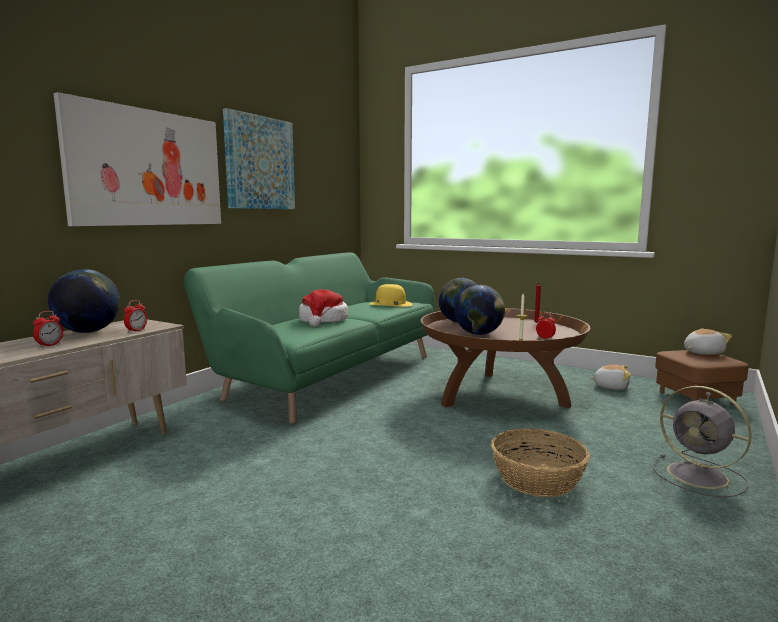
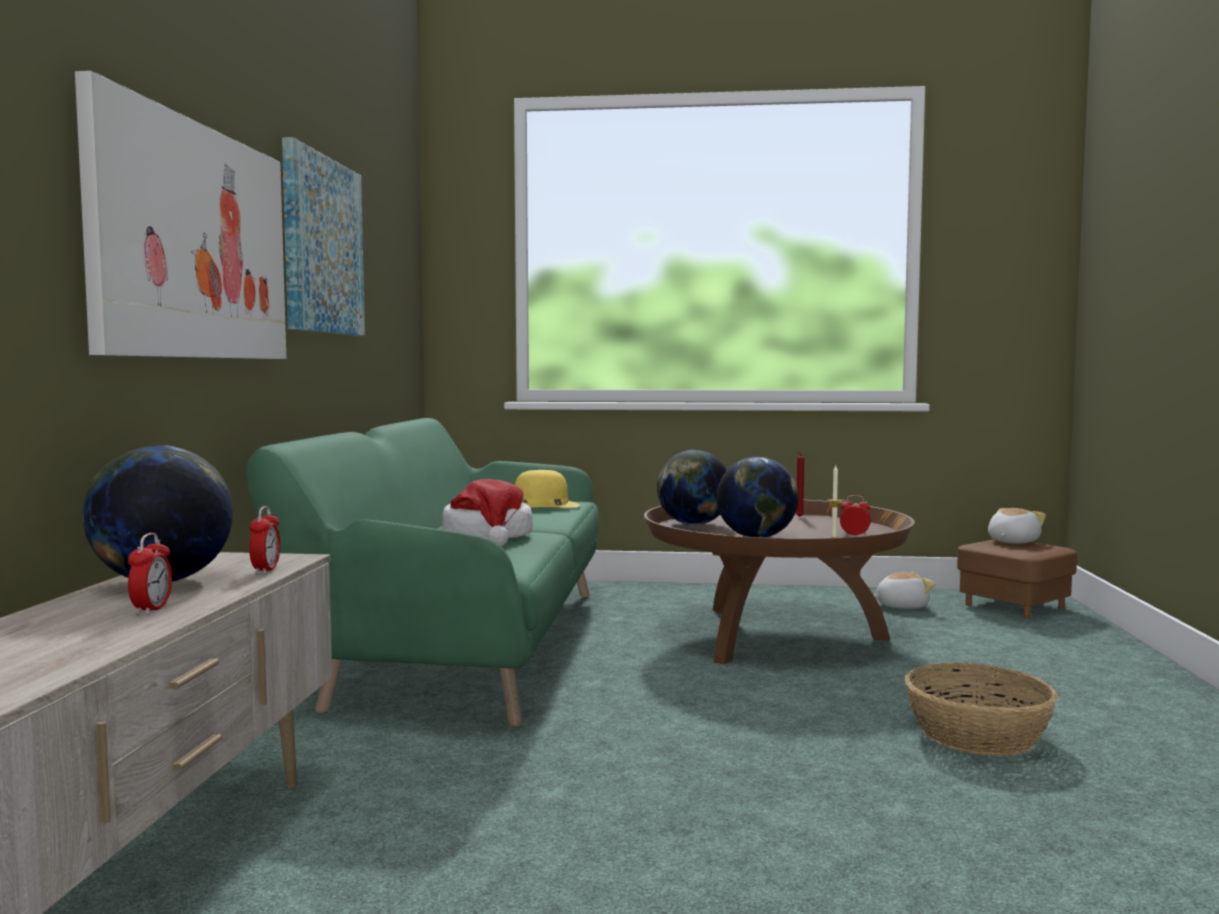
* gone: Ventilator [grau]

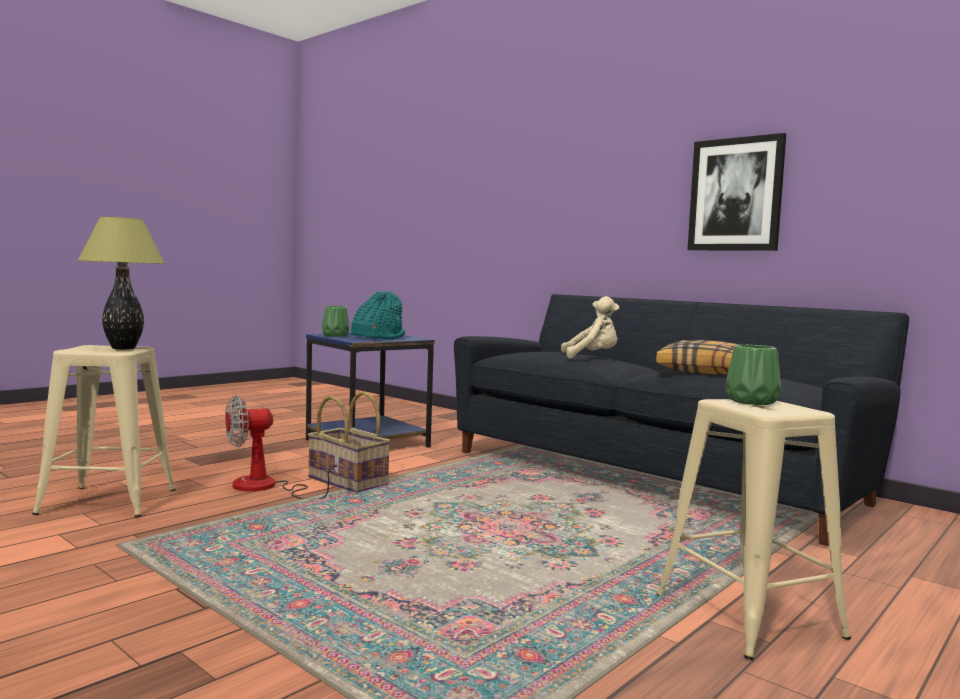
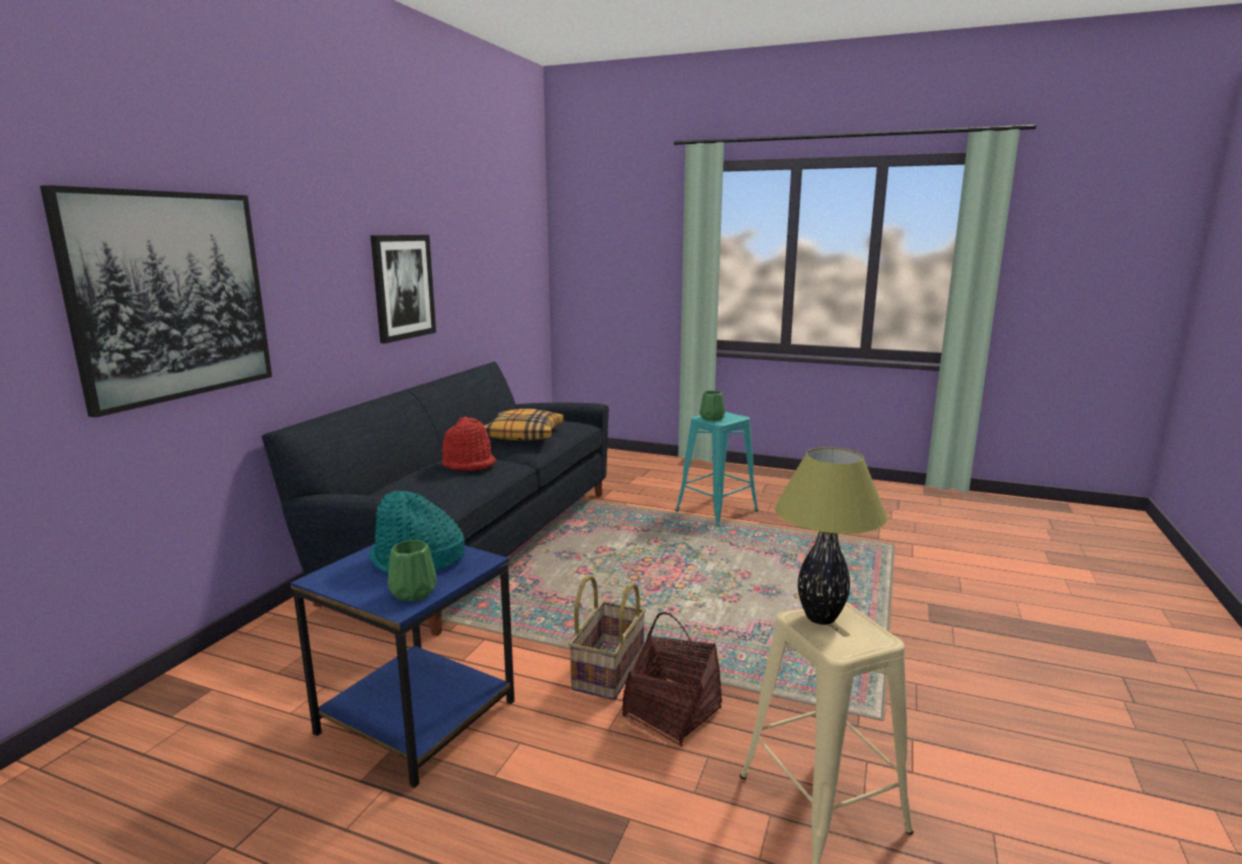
* swapped: Ventilator to Korb (no. 2 from left)
* swapped: Plüschtier [beige] to Hut [rot]
* repainted: Hocker [beige] (no. 2 from left) to Hocker [türkis]
* new: Bild (no. 1 from left)

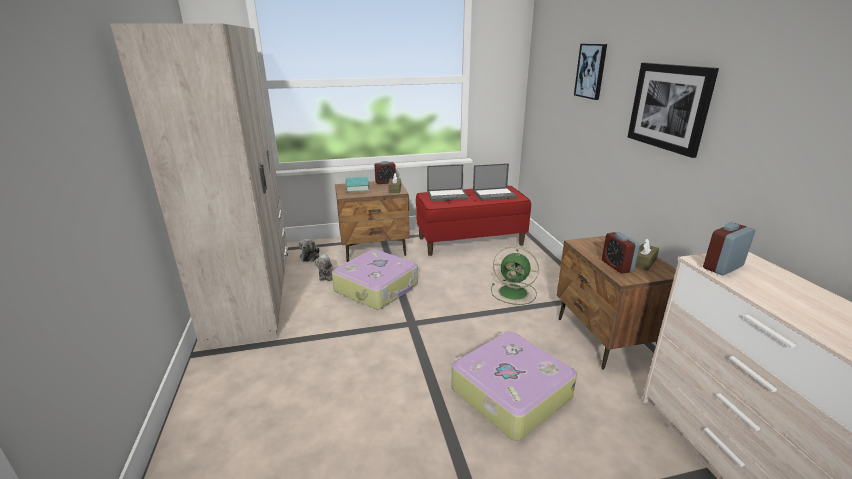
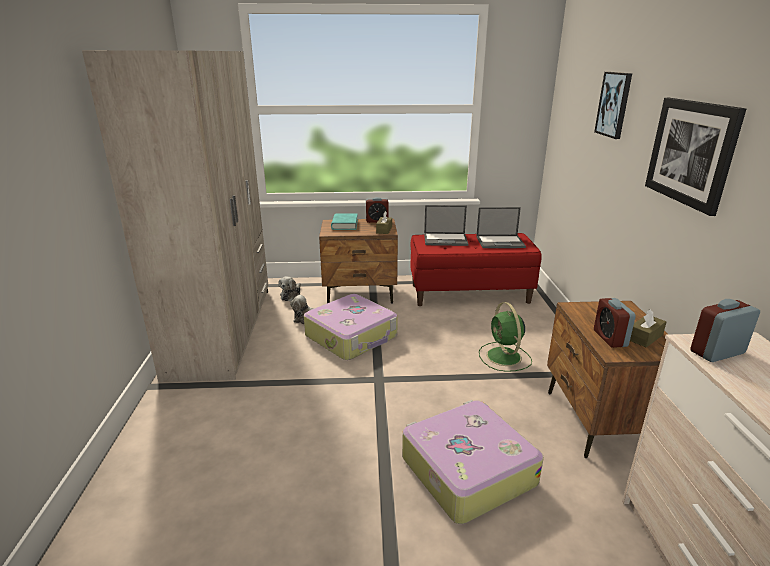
* rotated: Ventilator [grün] 45 degrees clockwise

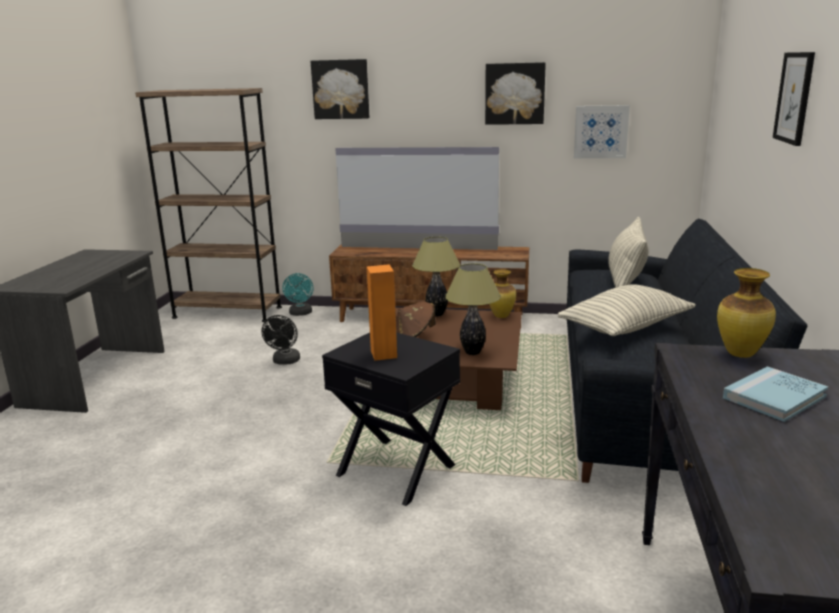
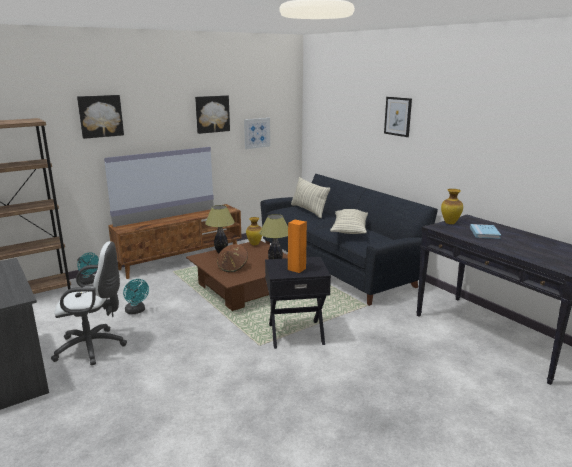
* repainted: Ventilator [schwarz] to Ventilator [türkis] (no. 2 from left)
* new: Bürostuhl [weiß]

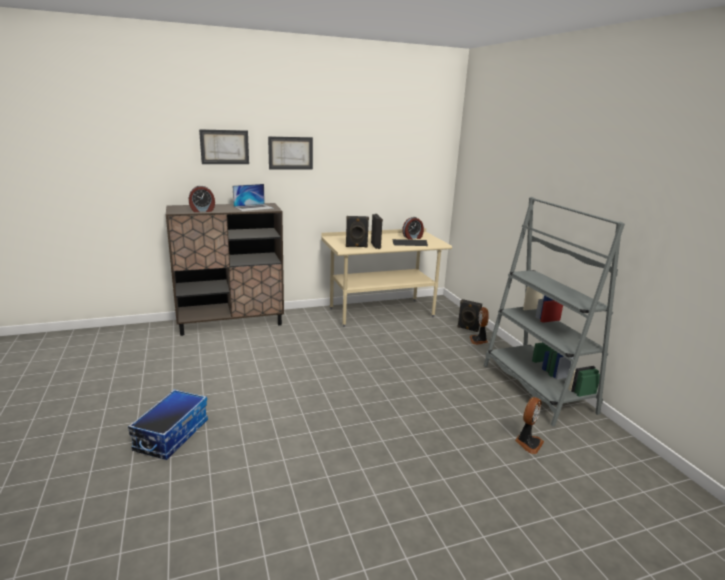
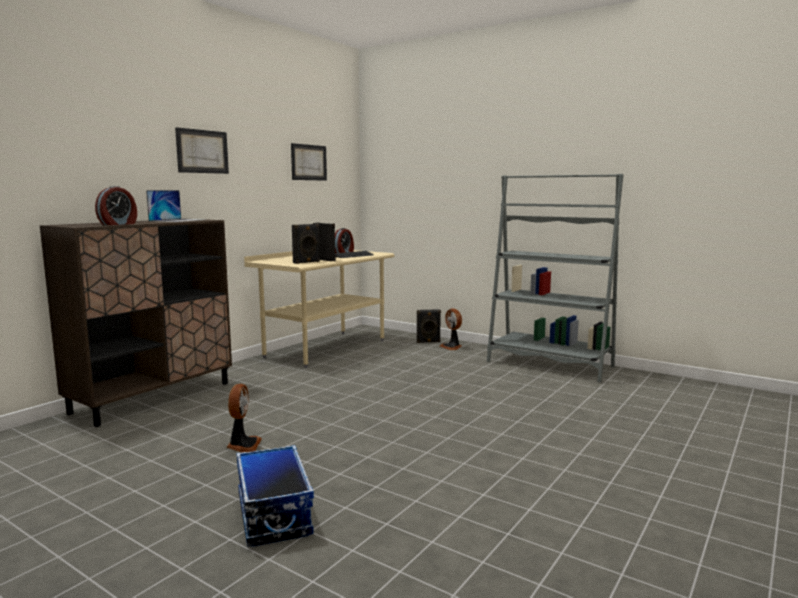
* shifted: Bild (no. 1 from left in the first image) to Bild (no. 2 from left)
* shifted: Ventilator (no. 2 from left in the first image) to Ventilator (no. 1 from left)

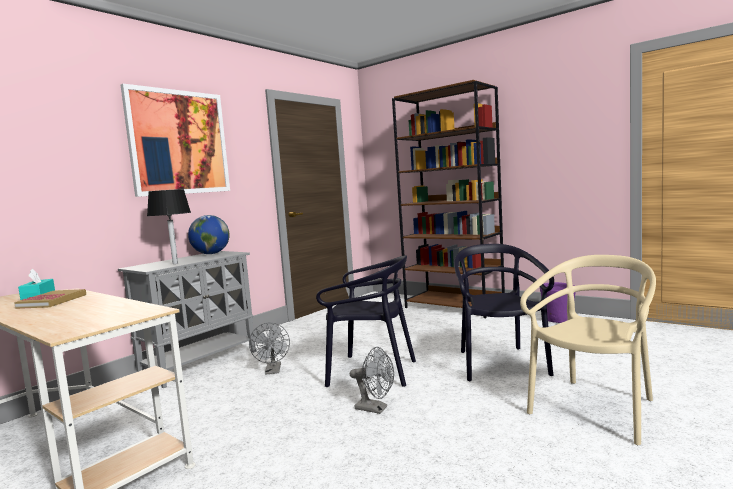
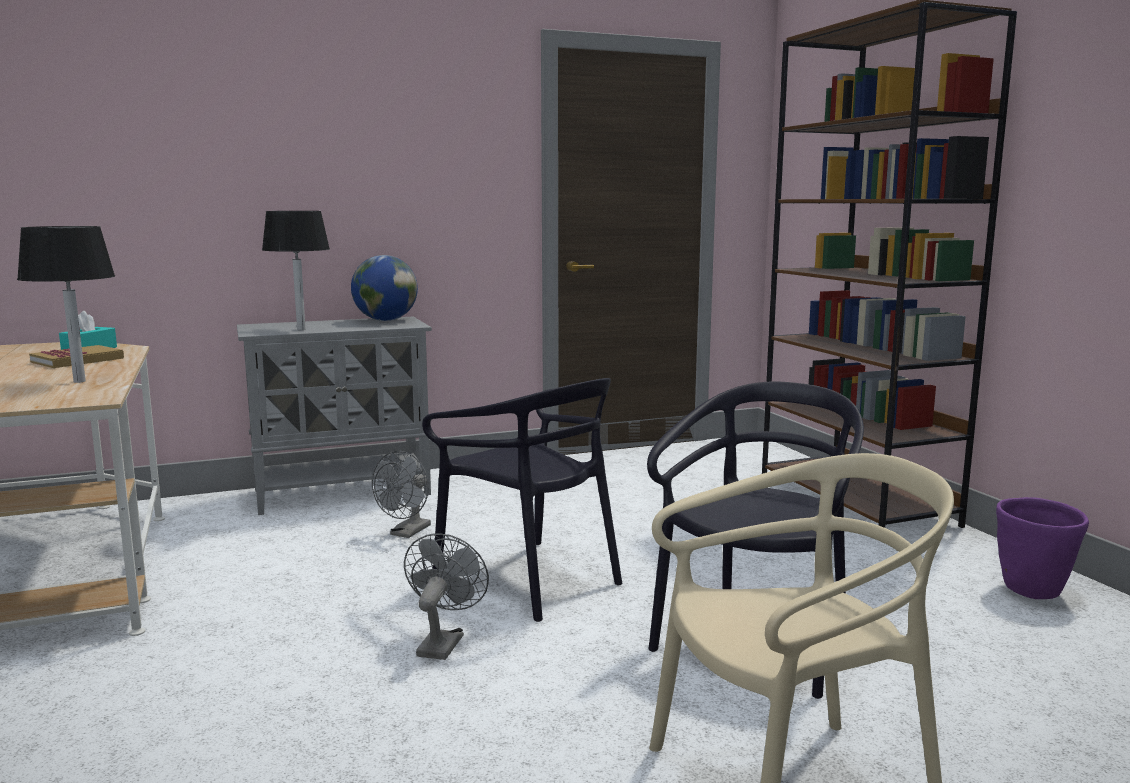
* gone: Bild
* rotated: Ventilator [grau] (no. 2 from left) 135 degrees counterclockwise
* new: Tischlampe [schwarz] (no. 1 from left)

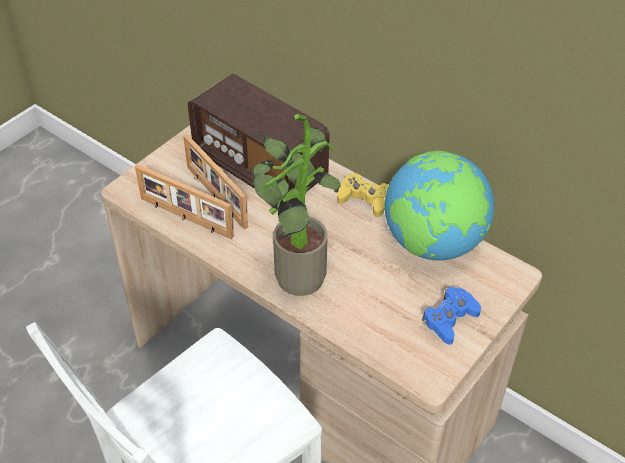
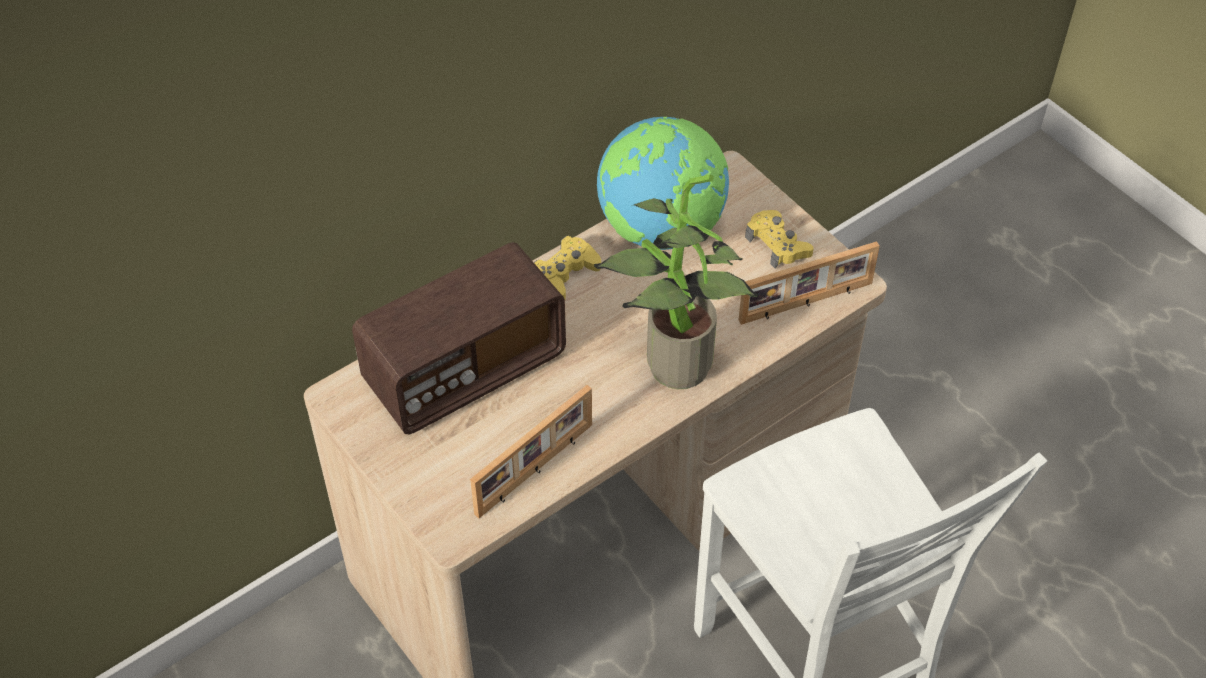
* shifted: Bilderrahmen (no. 2 from left)
* repainted: Gamepad [blau] to Gamepad [gelb] (no. 2 from left)

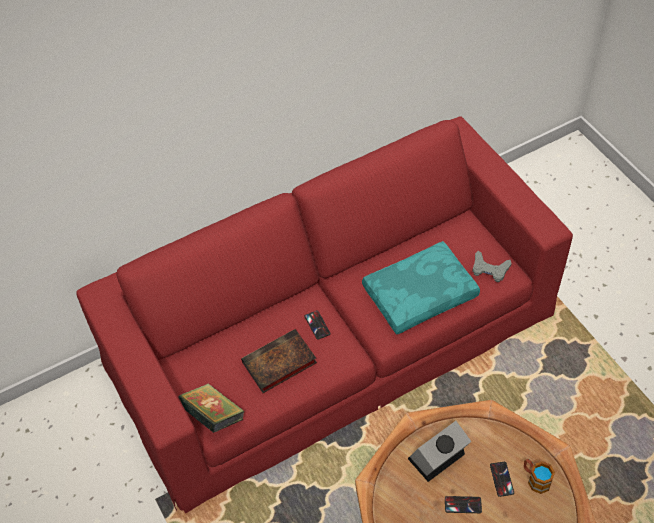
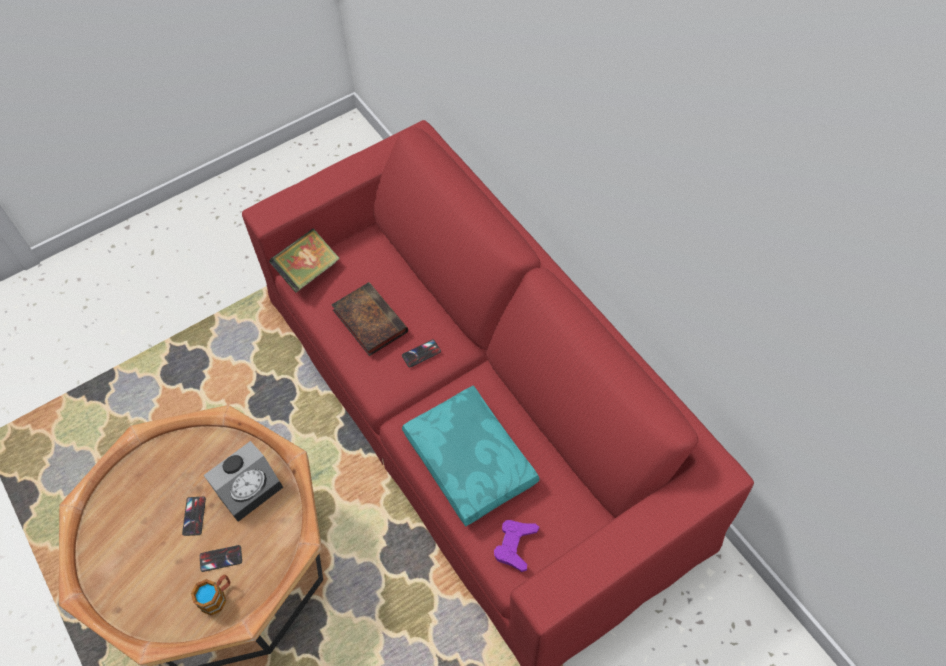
* rotated: Wecker 90 degrees clockwise
* repainted: Gamepad [grau] to Gamepad [lila]

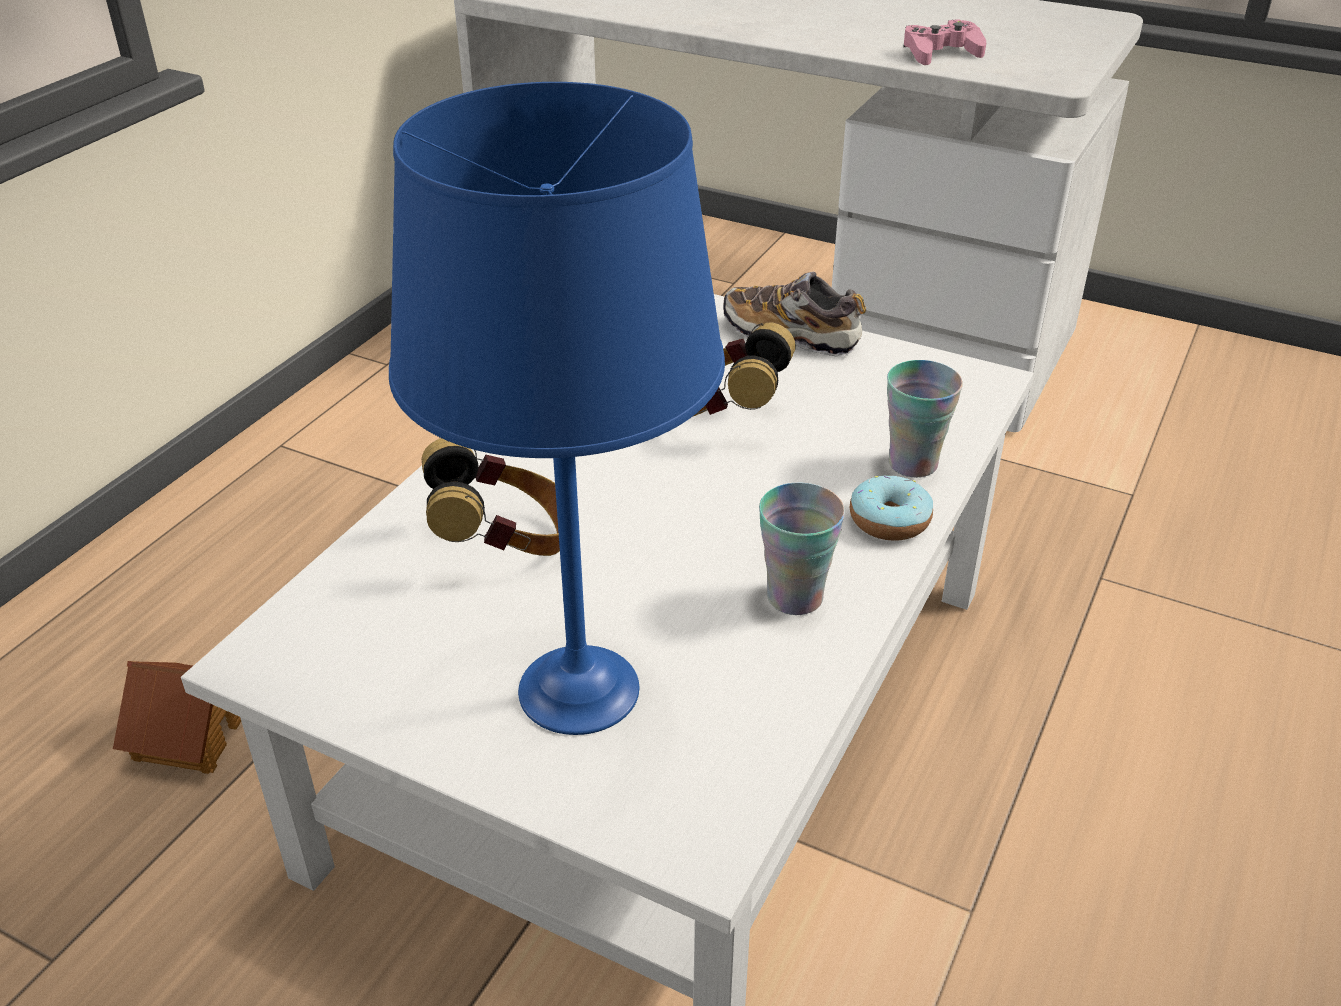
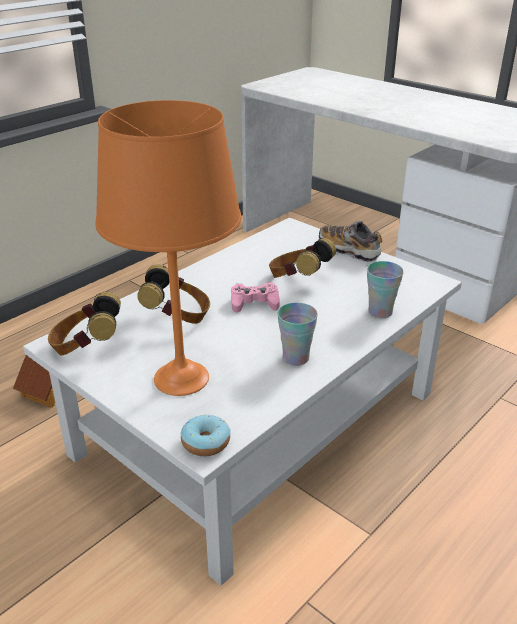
* repainted: Tischlampe [blau] to Tischlampe [orange]
* shifted: Donut
* shifted: Gamepad [rosa]
* new: Kopfhörer (no. 1 from left)

